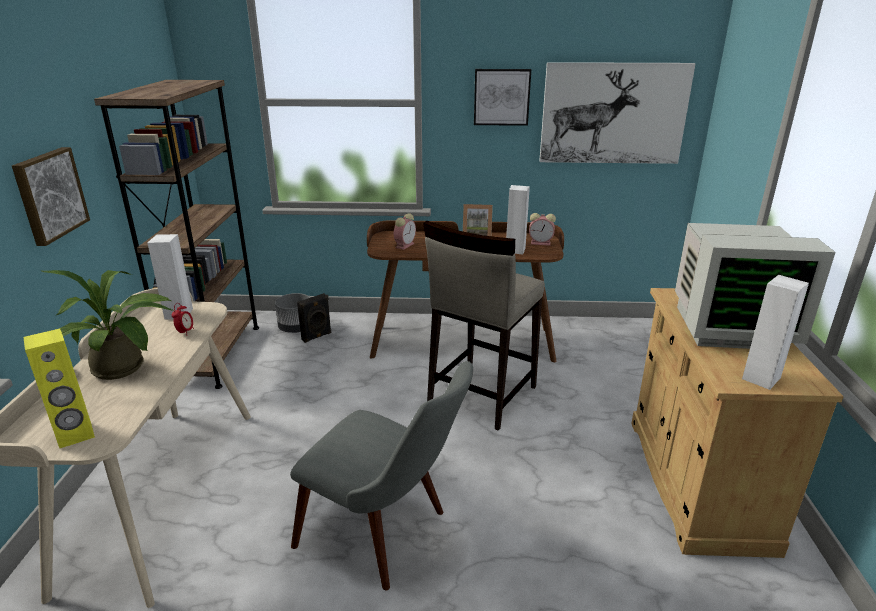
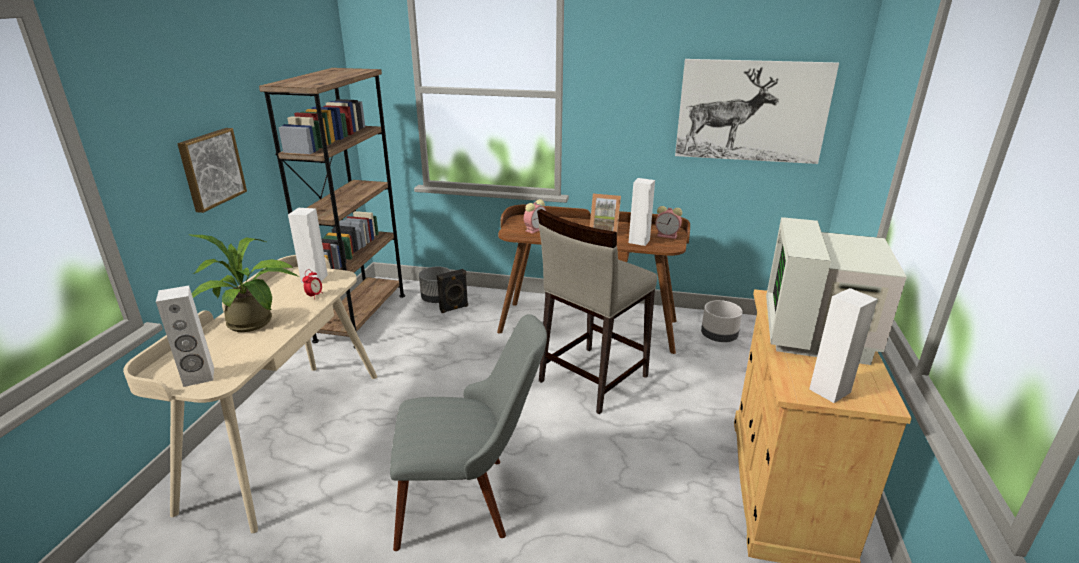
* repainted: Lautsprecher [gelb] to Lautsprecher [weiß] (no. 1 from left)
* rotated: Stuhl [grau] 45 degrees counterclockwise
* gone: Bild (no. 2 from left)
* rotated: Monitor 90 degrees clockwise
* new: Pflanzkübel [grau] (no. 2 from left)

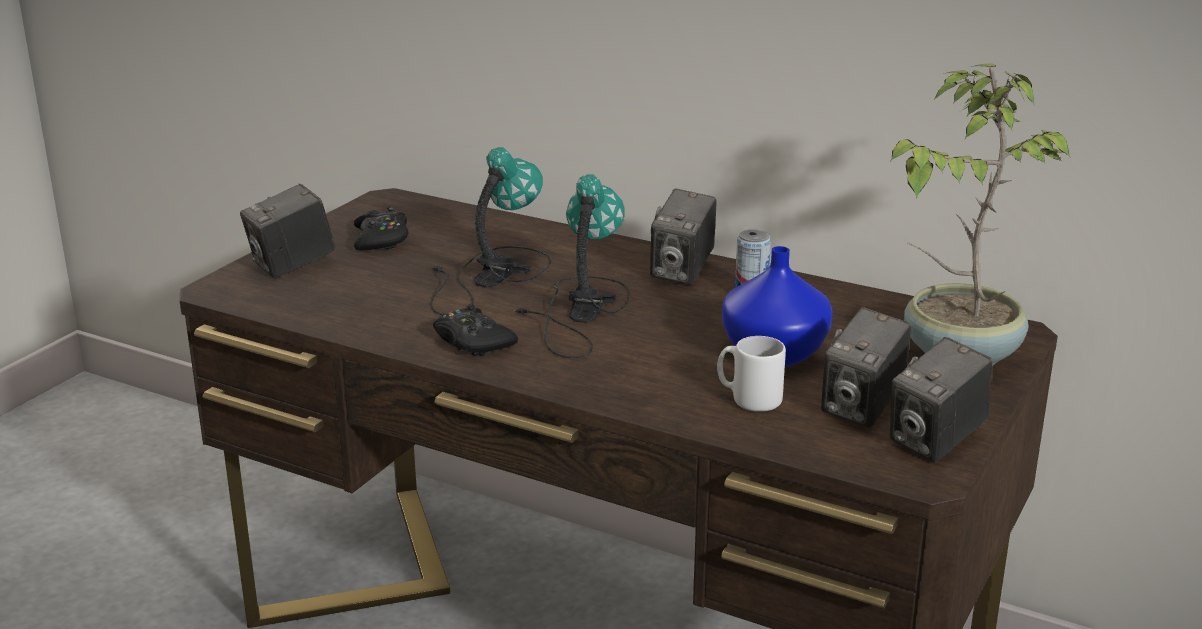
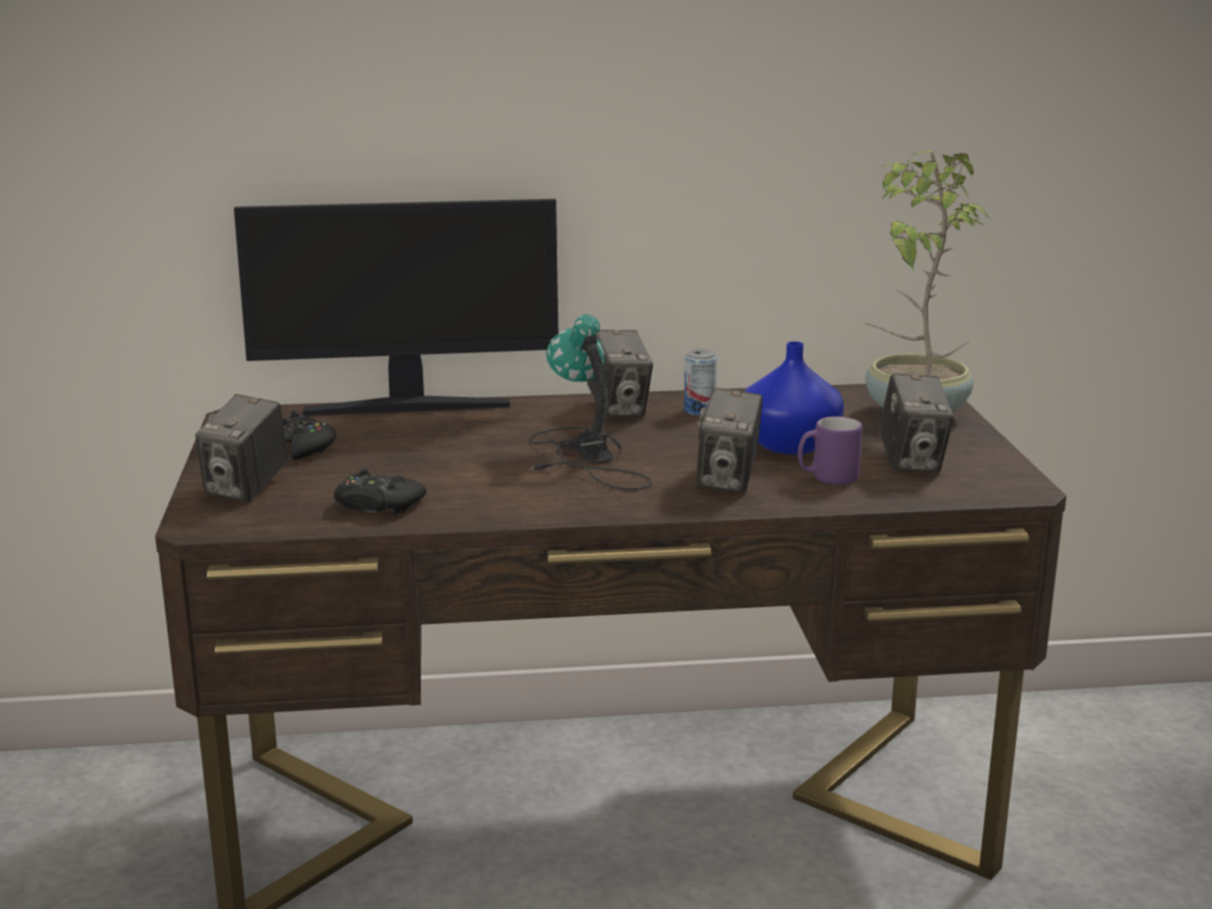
* gone: Tischlampe (no. 1 from left)
* shifted: Gamepad [schwarz] (no. 2 from left)
* repainted: Henkelbecher [weiß] to Henkelbecher [lila]
* shifted: Kamera (no. 4 from left in the first image) to Kamera (no. 3 from left)
* new: Monitor

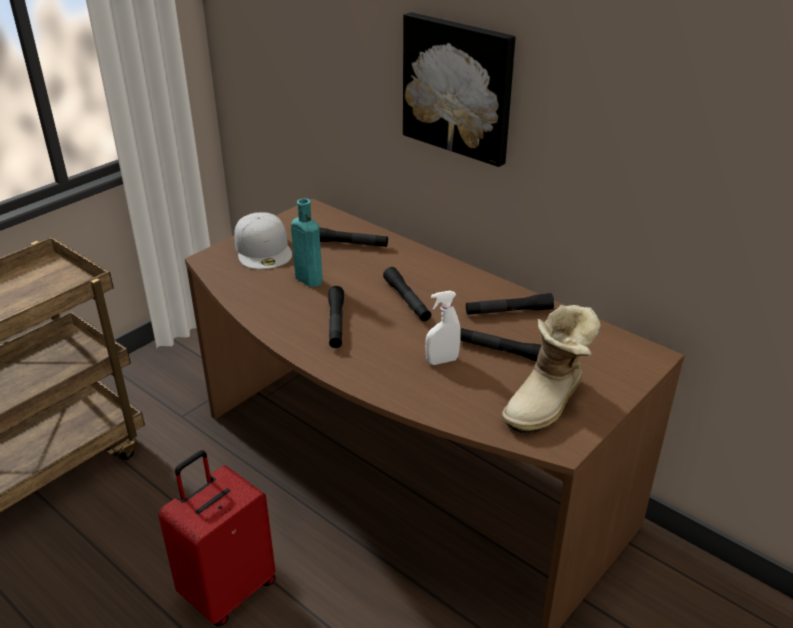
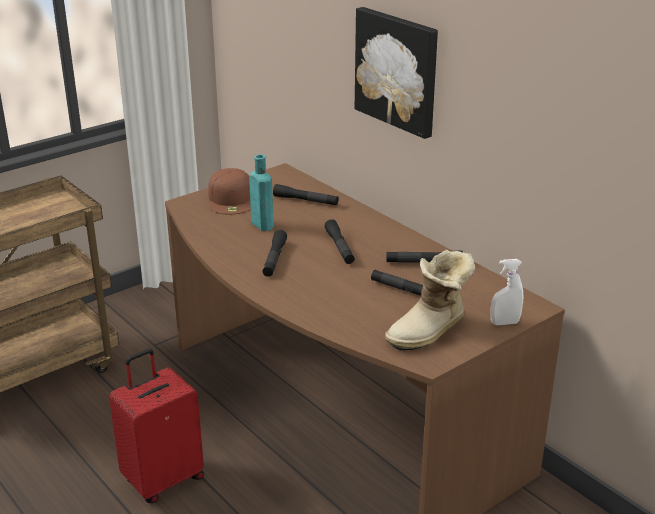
* repainted: Kappe [weiß] to Kappe [braun]
* shifted: Sprühflasche [weiß]

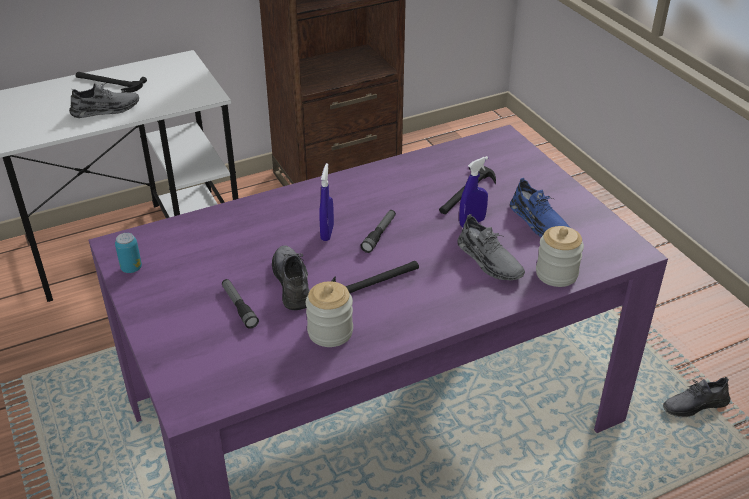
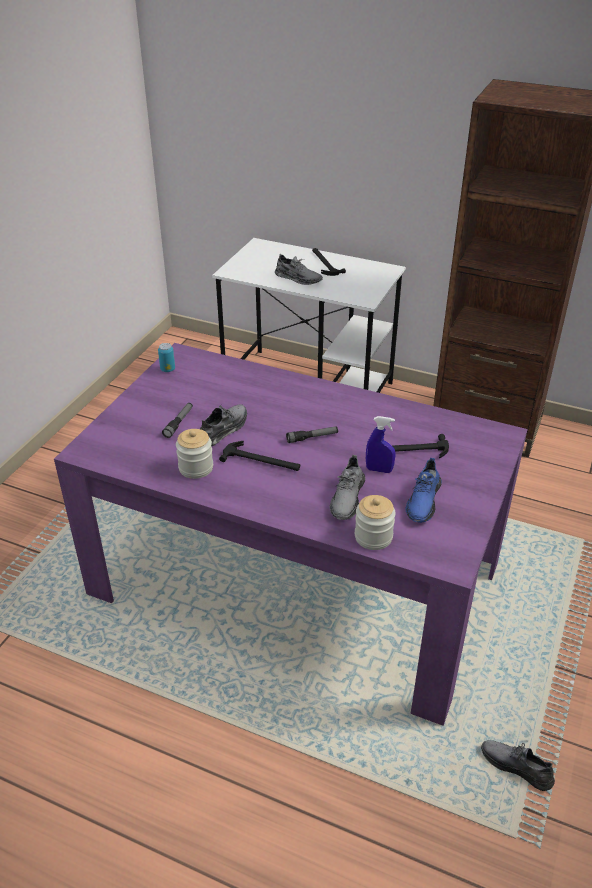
* gone: Sprühflasche [blau] (no. 1 from left)

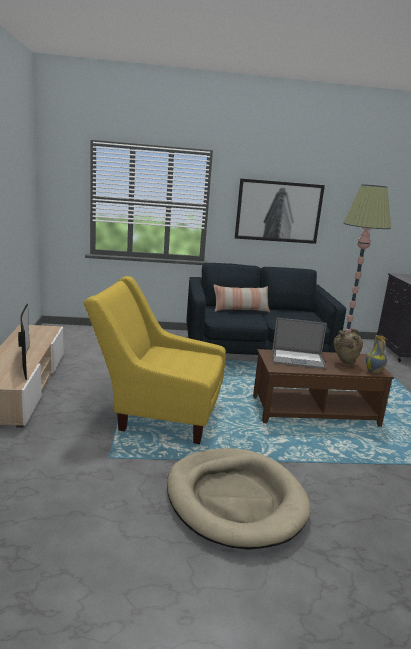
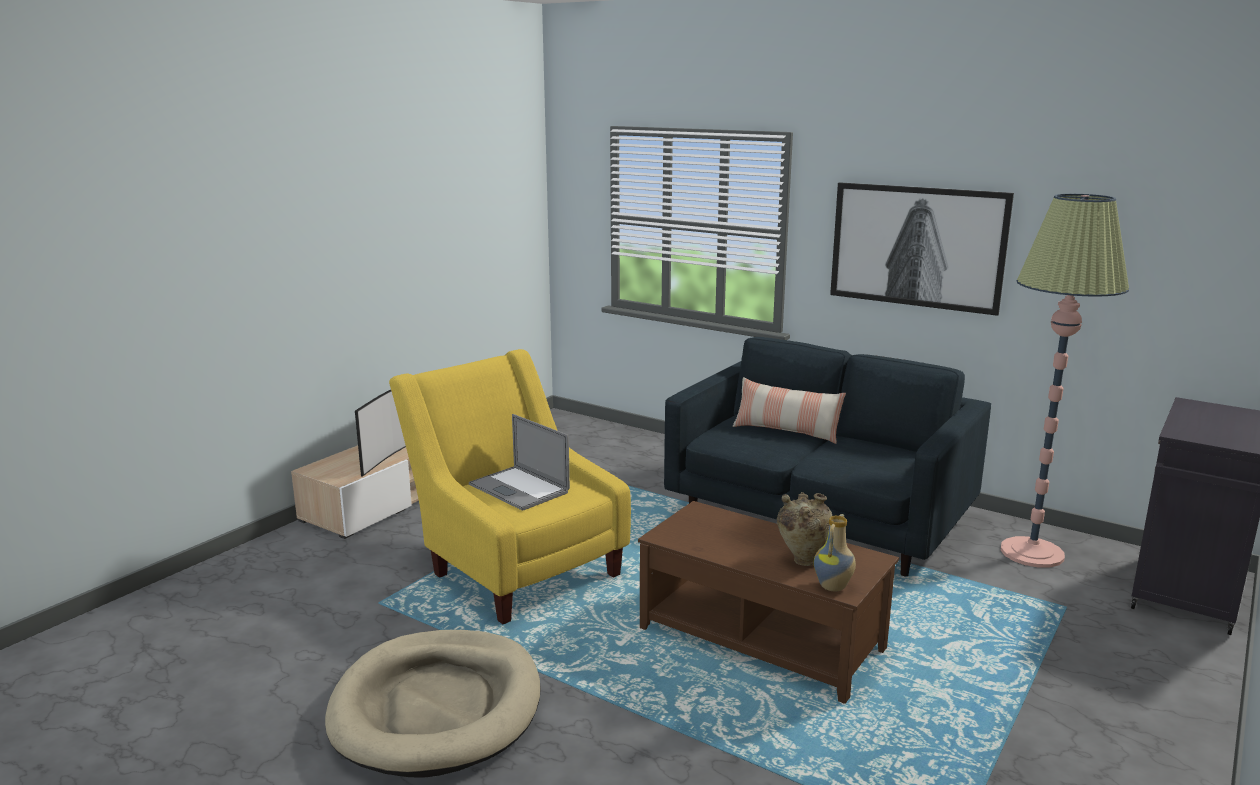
* shifted: Laptop

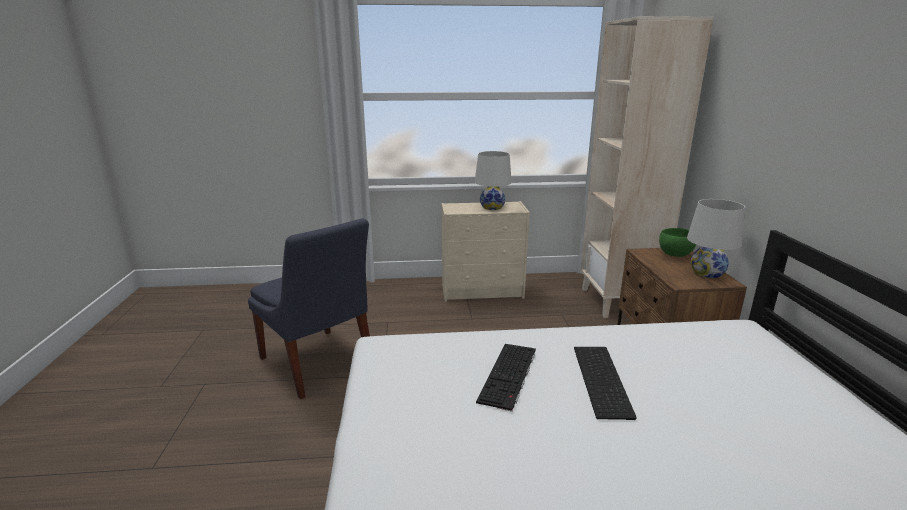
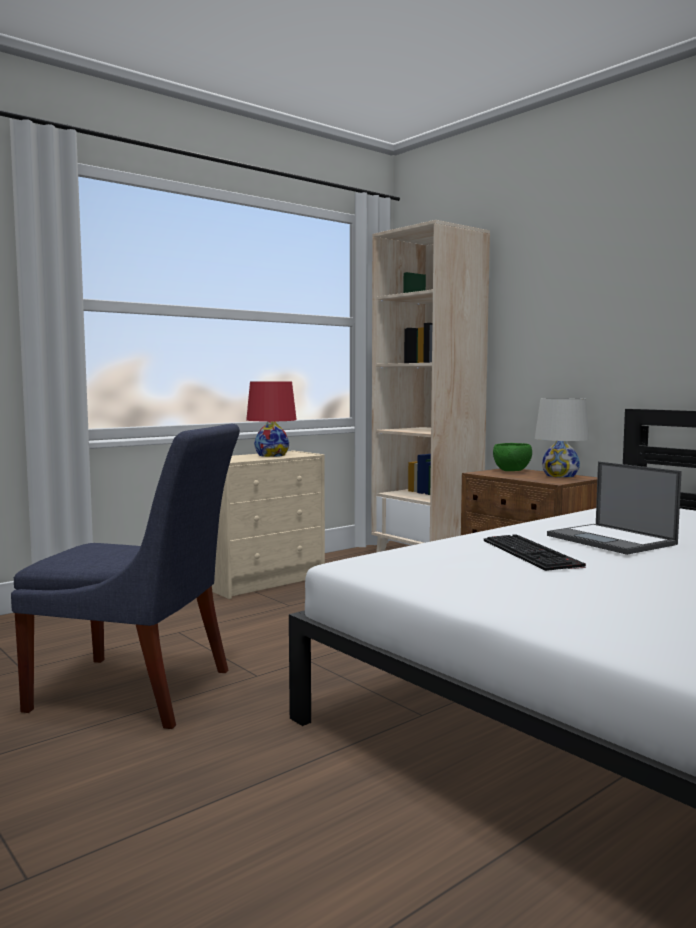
* repainted: Tischlampe [weiß] (no. 1 from left) to Tischlampe [rot]
* swapped: Tastatur (no. 2 from left) to Laptop

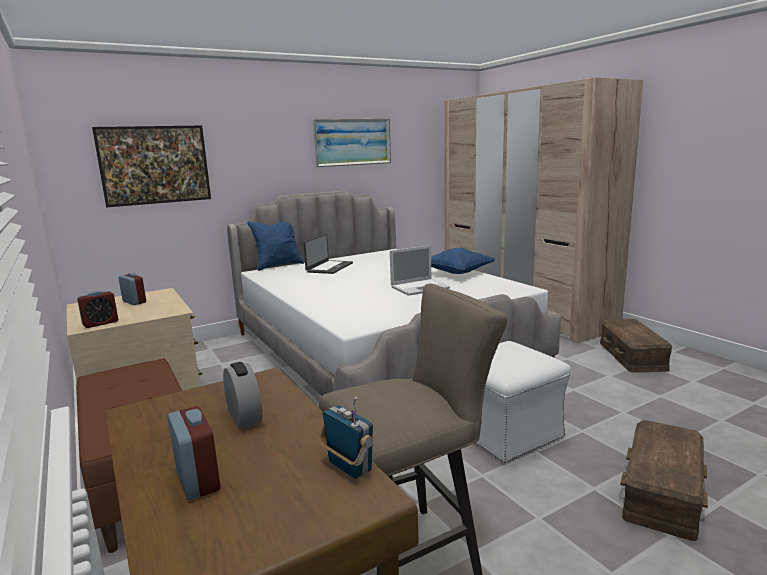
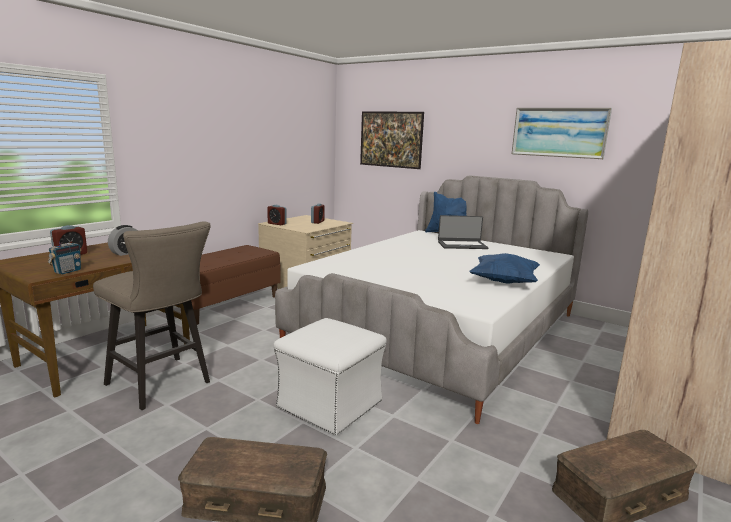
* gone: Laptop (no. 2 from left)

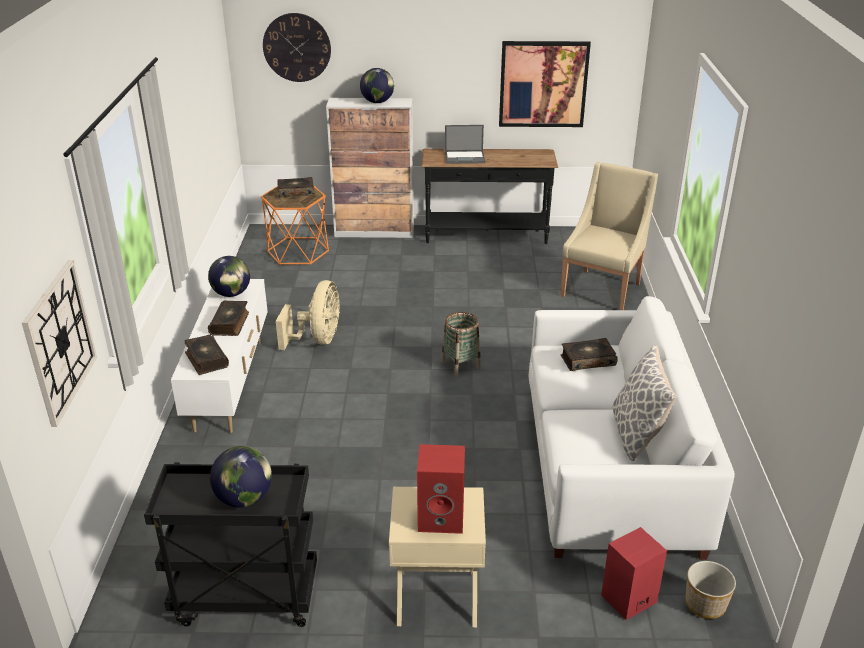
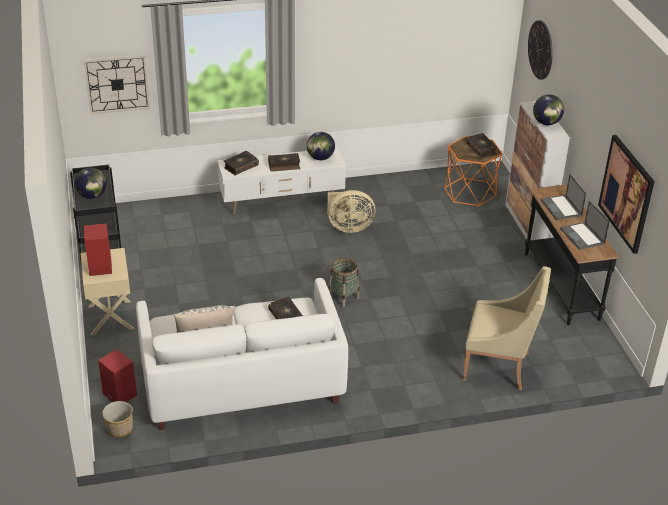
* new: Laptop (no. 2 from left)

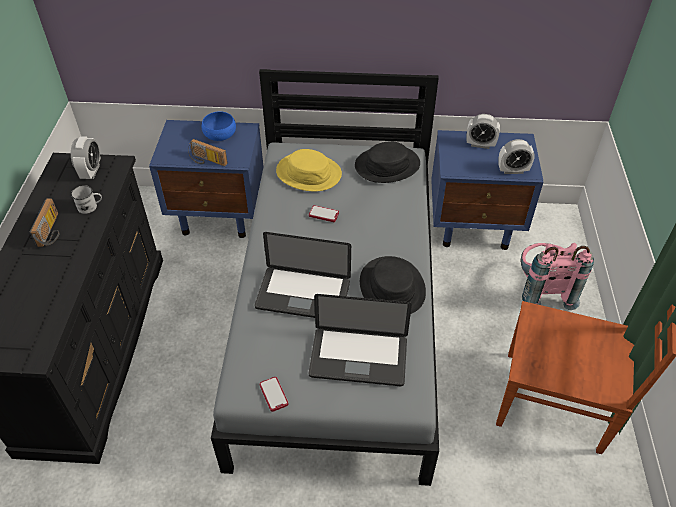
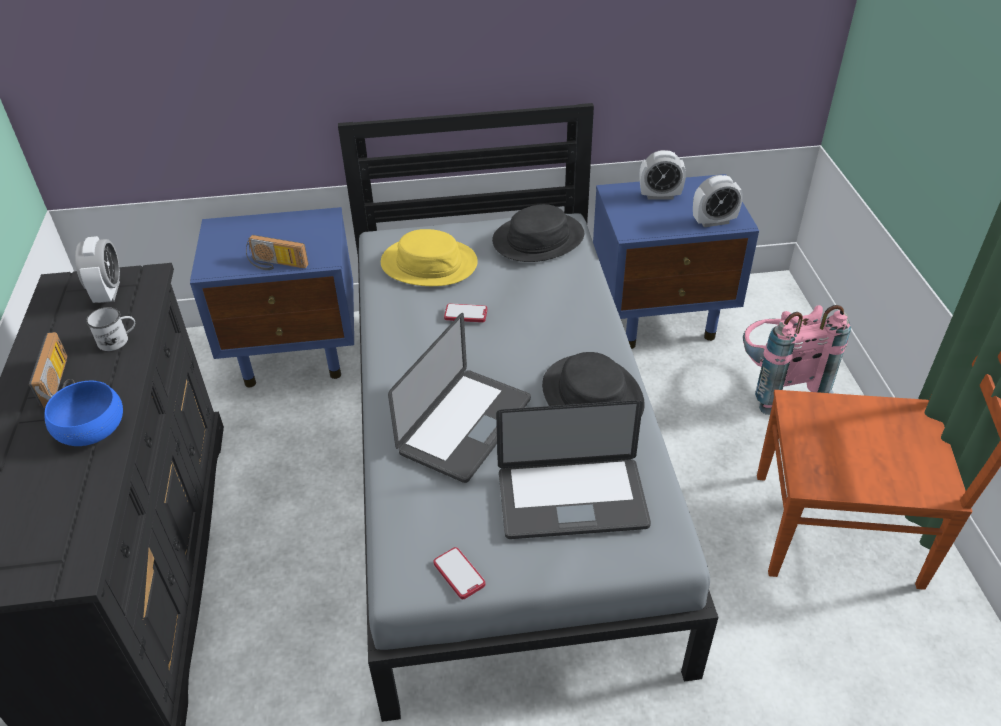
* shifted: Schüssel [blau]
* rotated: Laptop (no. 1 from left) 60 degrees counterclockwise

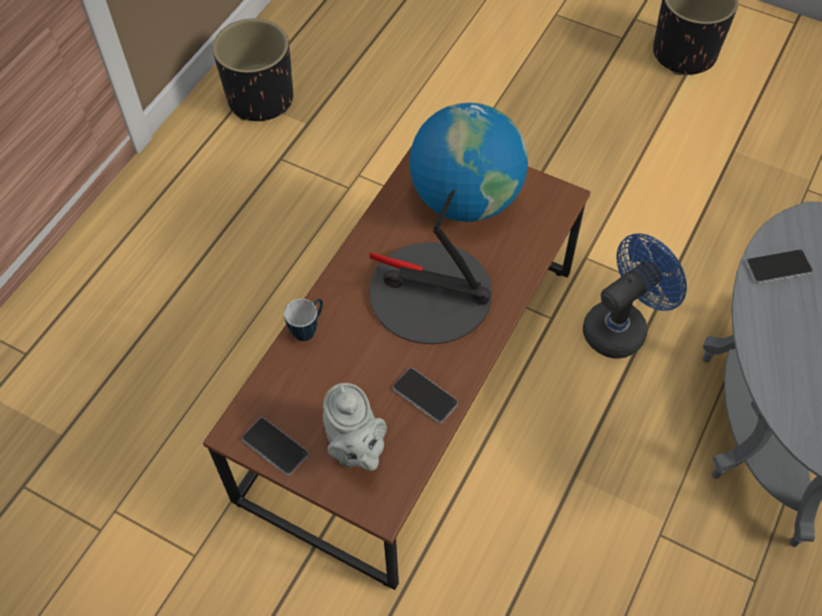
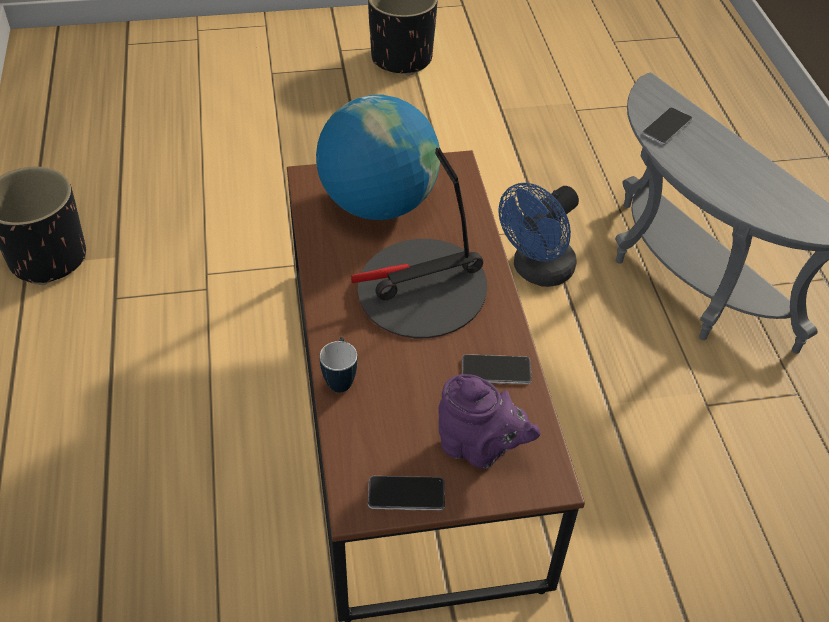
* repainted: Teekanne [grau] to Teekanne [lila]
* rotated: Ventilator [blau] 150 degrees counterclockwise

